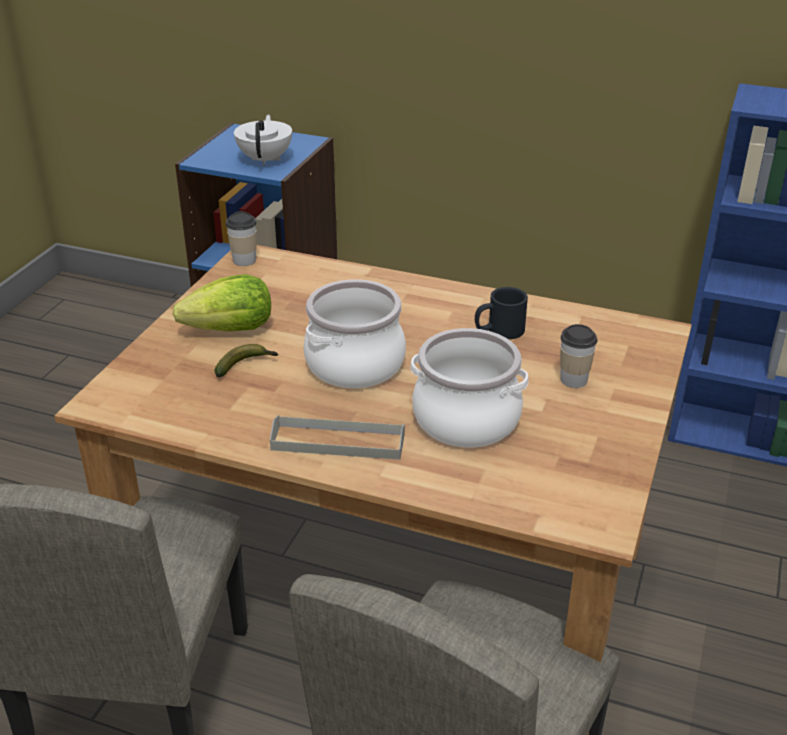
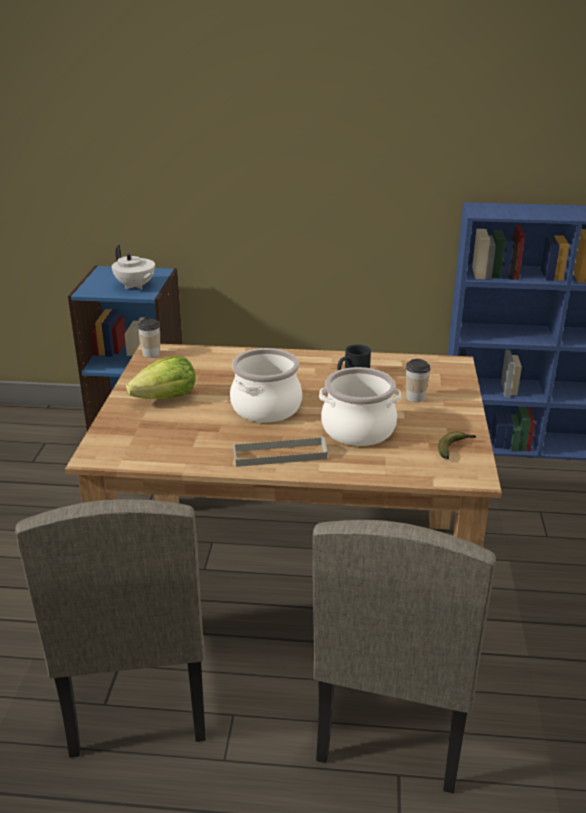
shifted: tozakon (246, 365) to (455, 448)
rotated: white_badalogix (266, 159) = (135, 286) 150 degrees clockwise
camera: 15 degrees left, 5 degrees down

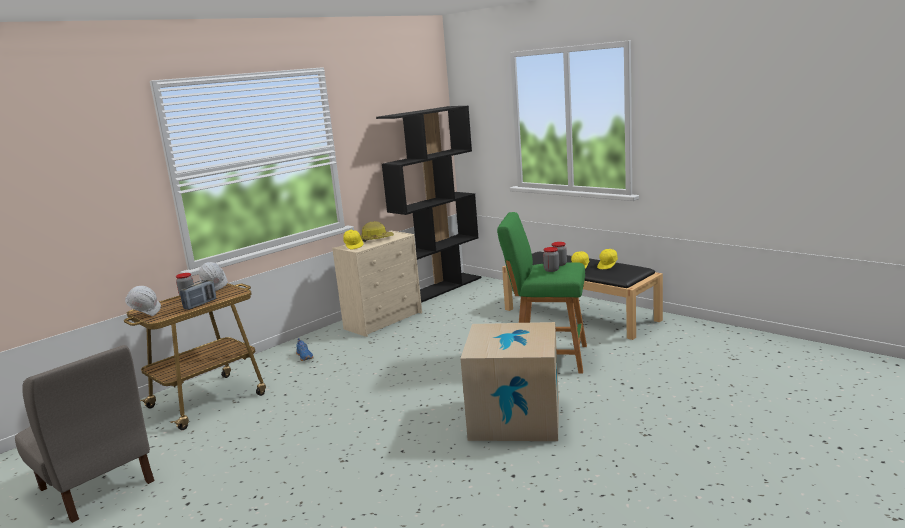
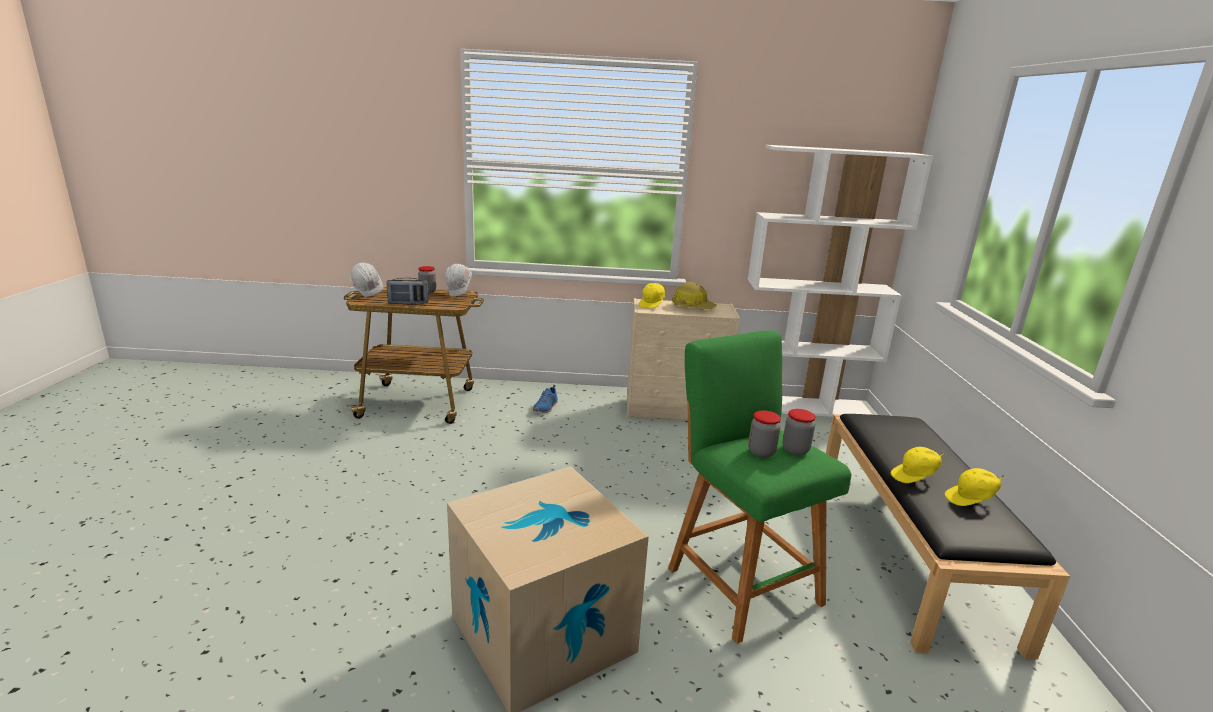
gone: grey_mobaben (96, 486)
repainted: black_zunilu (440, 288) to white_zunilu (801, 406)
camera: 45 degrees right, 5 degrees up

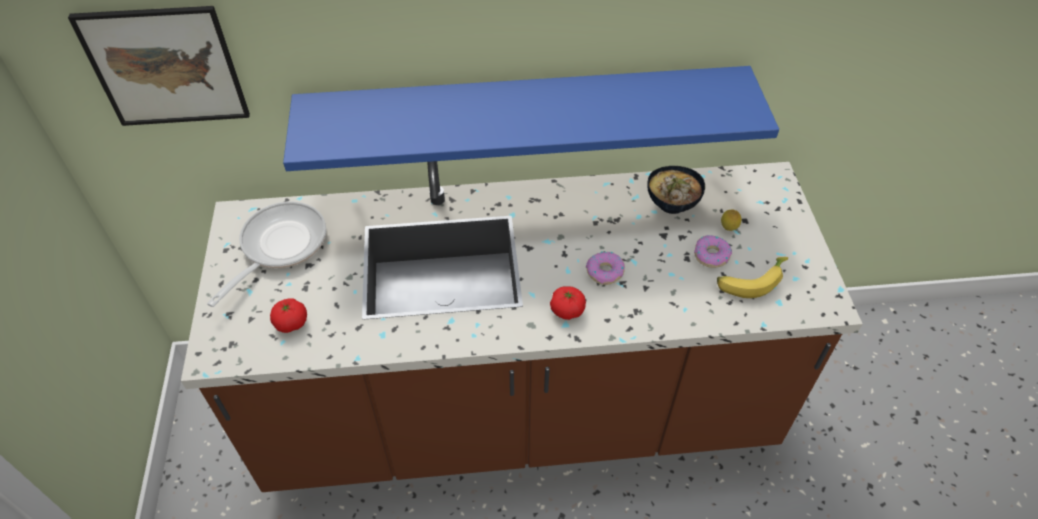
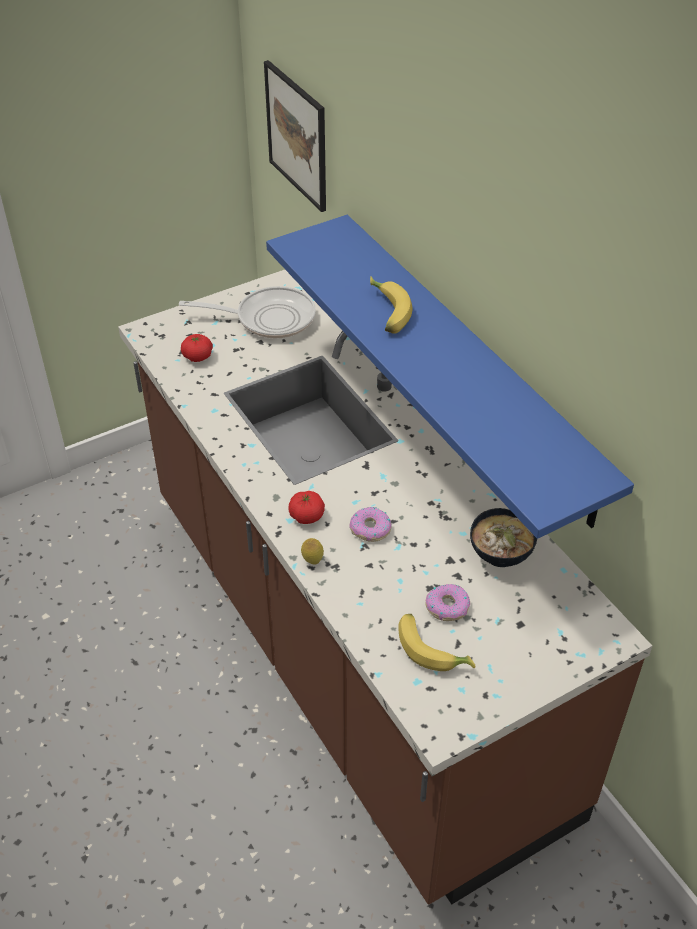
new: tozakon (386, 312)
shifted: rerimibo (728, 229) to (312, 561)
camera: 65 degrees right, 5 degrees down

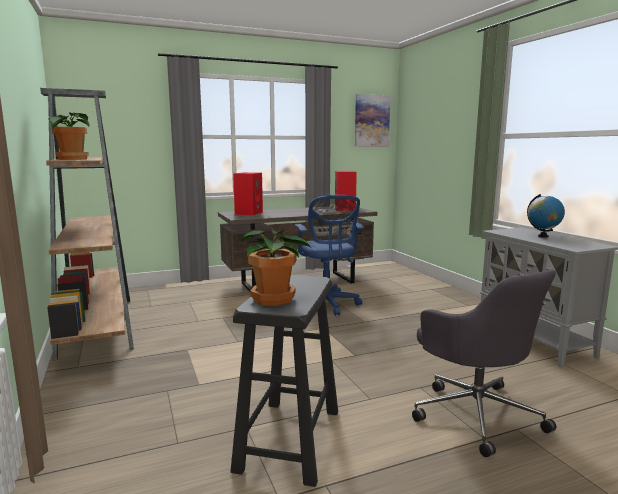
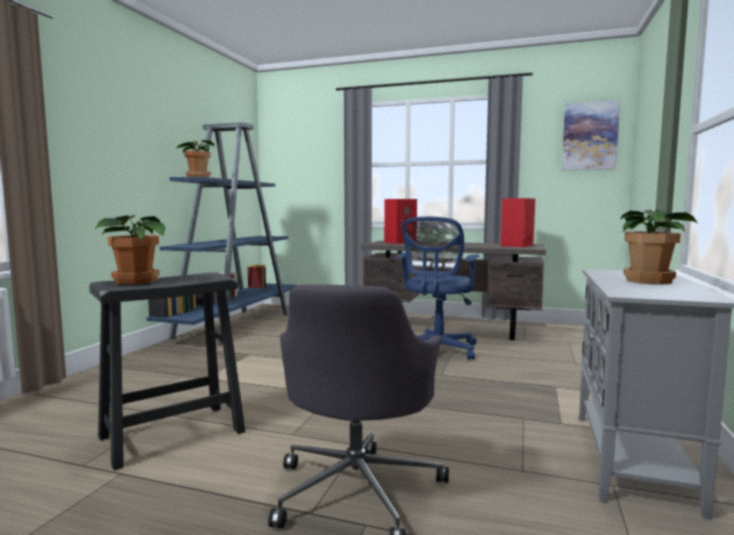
swapped: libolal (543, 236) to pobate (648, 281)
repainted: brown_zunilu (97, 324) to blue_zunilu (235, 325)
camera: 40 degrees right, 5 degrees down

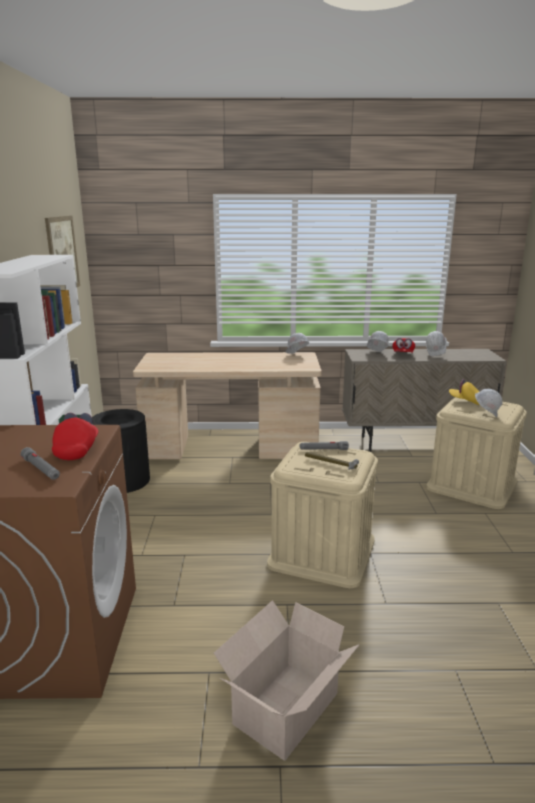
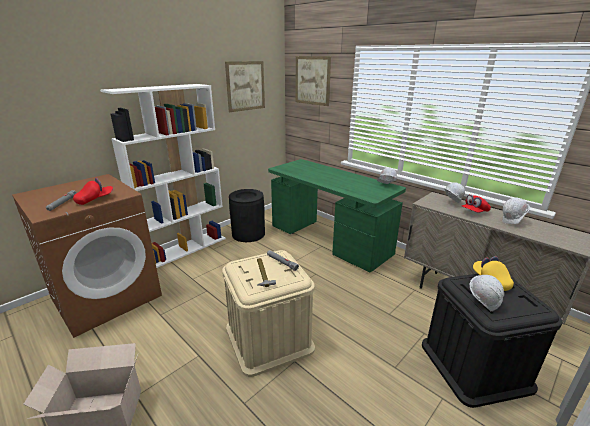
new: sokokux (312, 80)
repainted: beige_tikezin (231, 449) to green_tikezin (328, 241); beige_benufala (472, 484) to black_benufala (474, 365)
camera: 45 degrees right, 5 degrees up

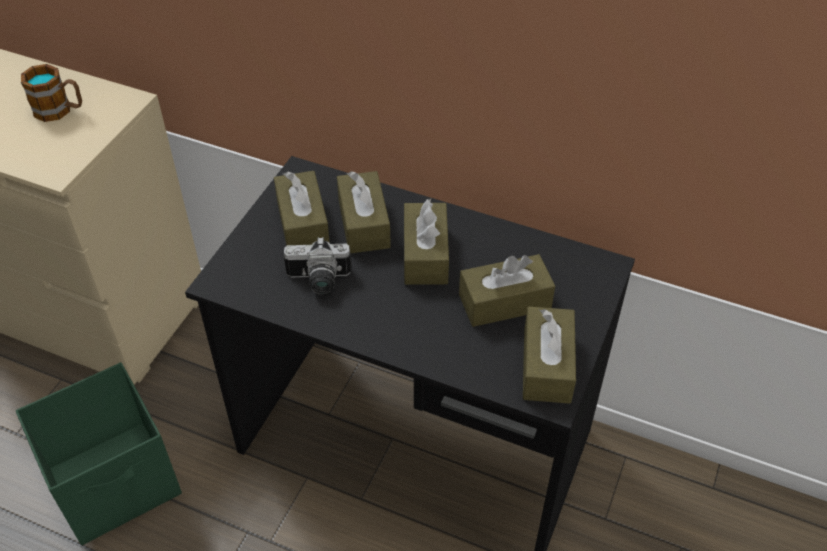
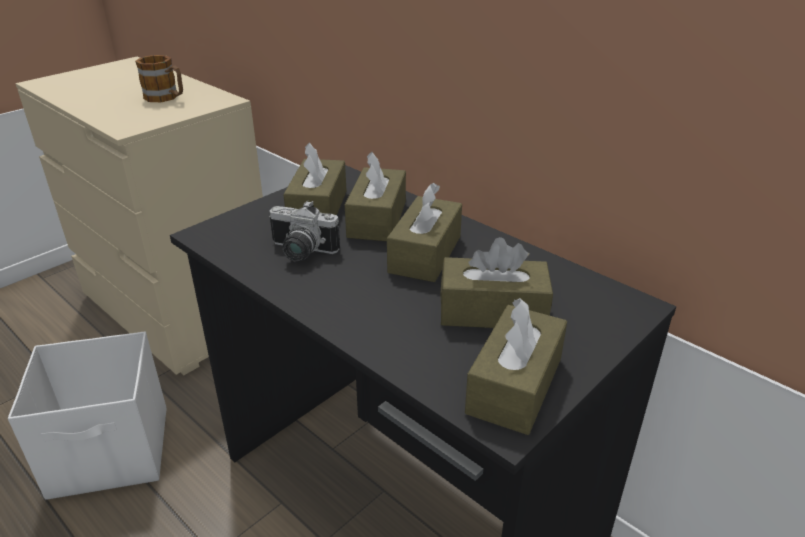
repainted: green_benufala (117, 482) to white_benufala (112, 452)
camera: 20 degrees right, 15 degrees down

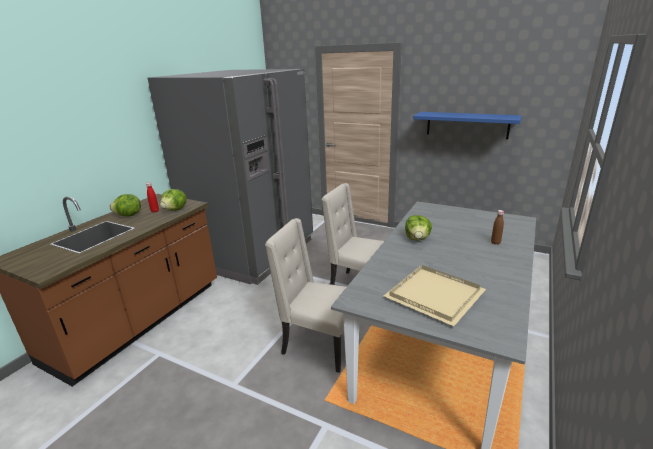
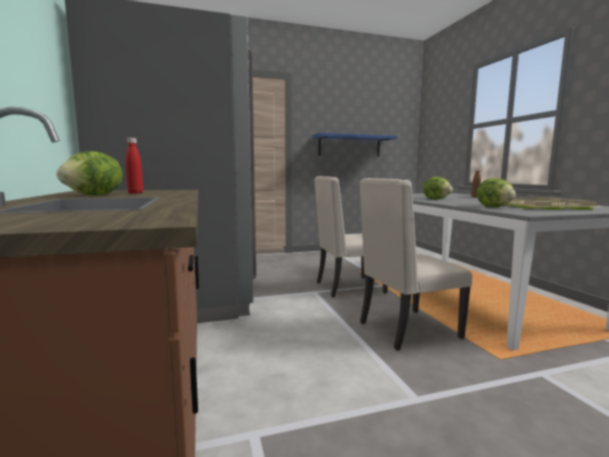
shifted: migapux (175, 210) to (495, 207)
camera: 45 degrees left, 15 degrees down

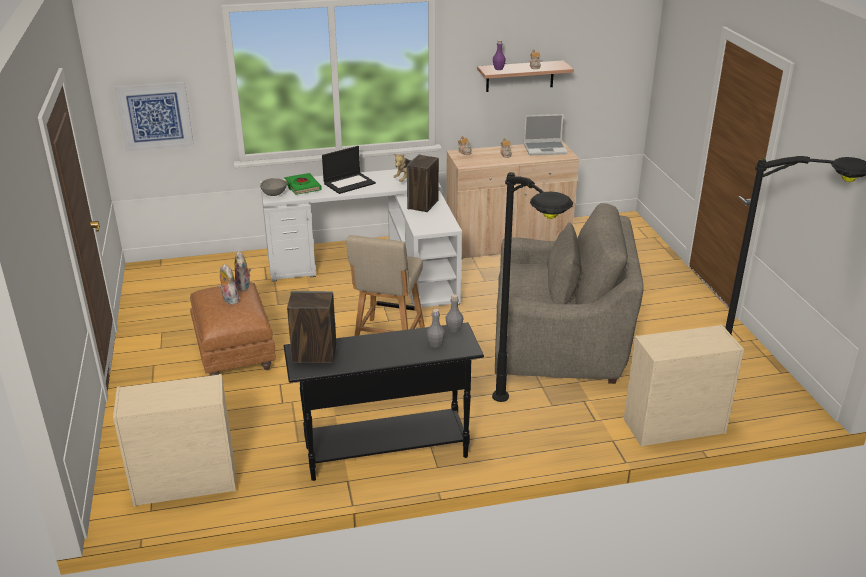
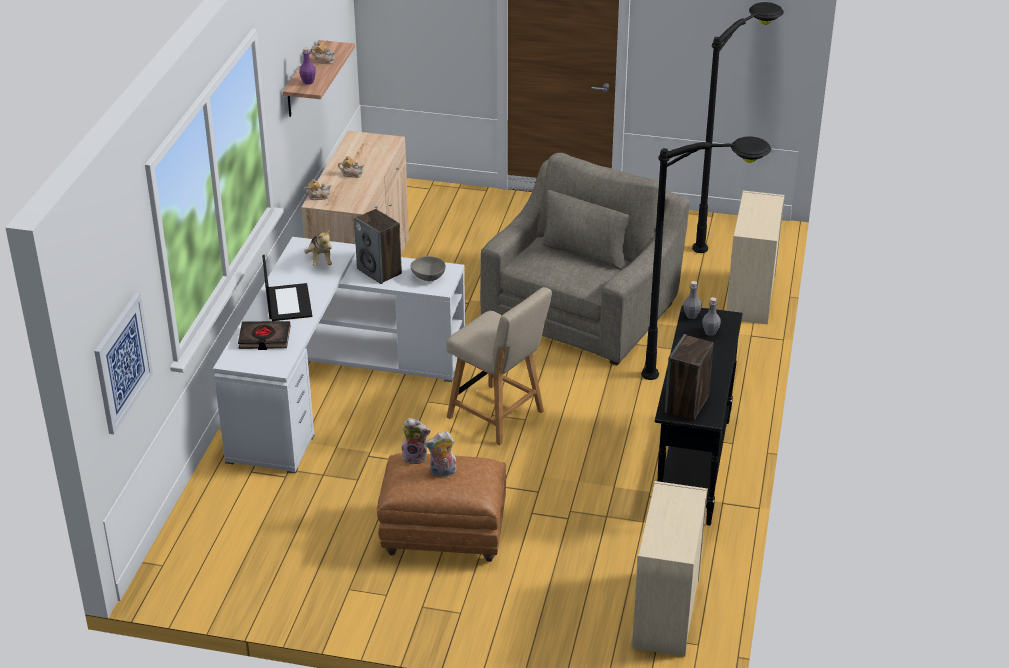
gone: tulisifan (545, 149)
shifted: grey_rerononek (274, 194) to (429, 277)
repainted: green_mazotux (302, 186) to black_mazotux (264, 338)
camera: 65 degrees left, 5 degrees up

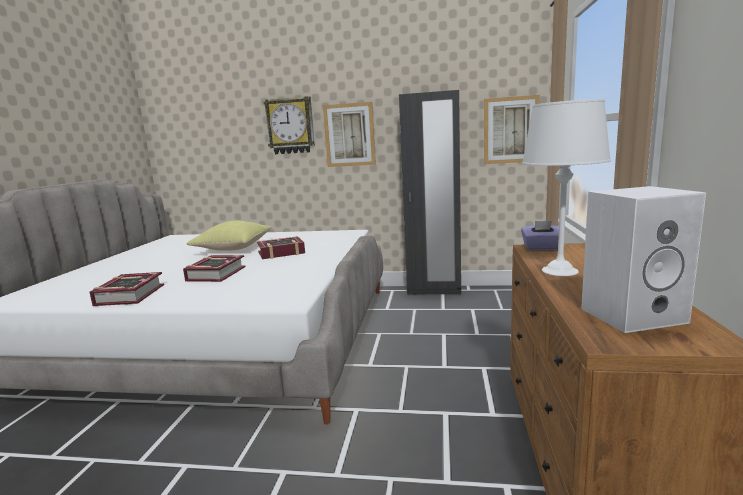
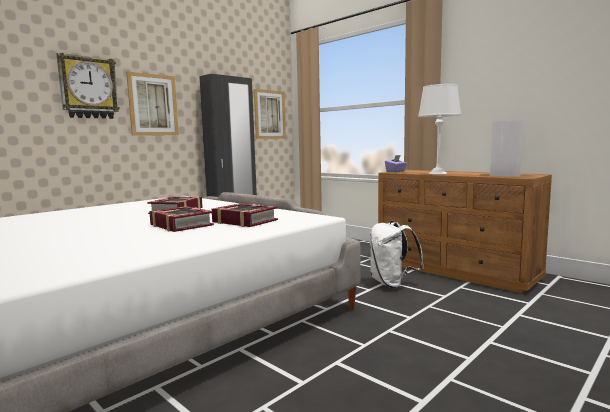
gone: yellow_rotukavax (233, 248)
new: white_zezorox (392, 284)
shifted: mazotux (129, 295) to (244, 221)
camera: 55 degrees left, 5 degrees down

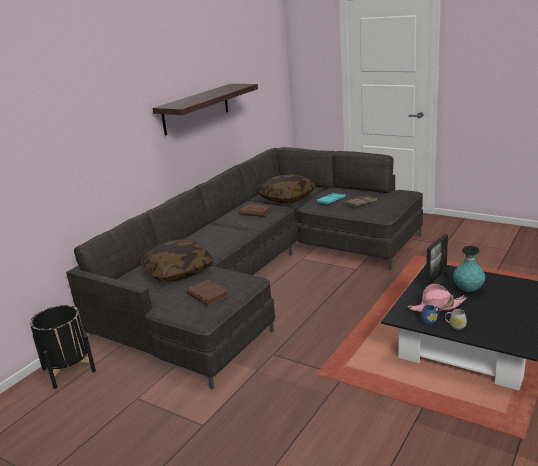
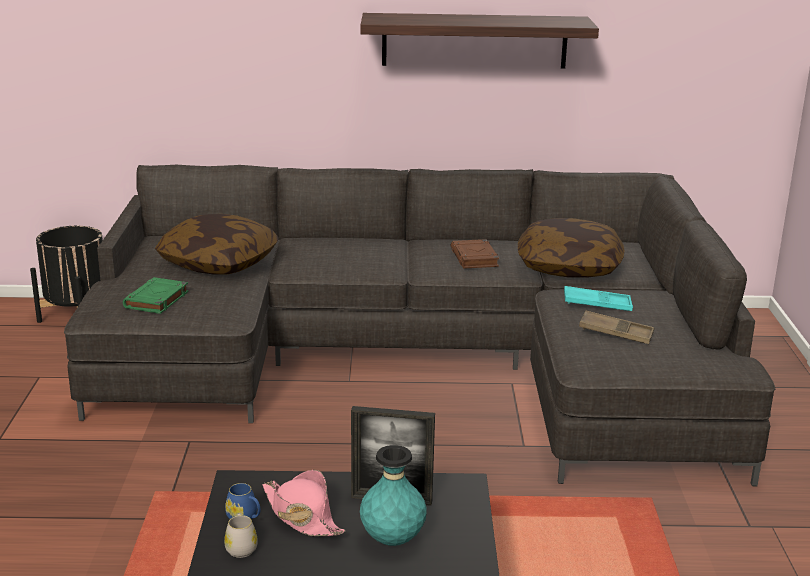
repainted: brown_mazotux (208, 295) to green_mazotux (156, 300)
camera: 55 degrees right, 0 degrees up

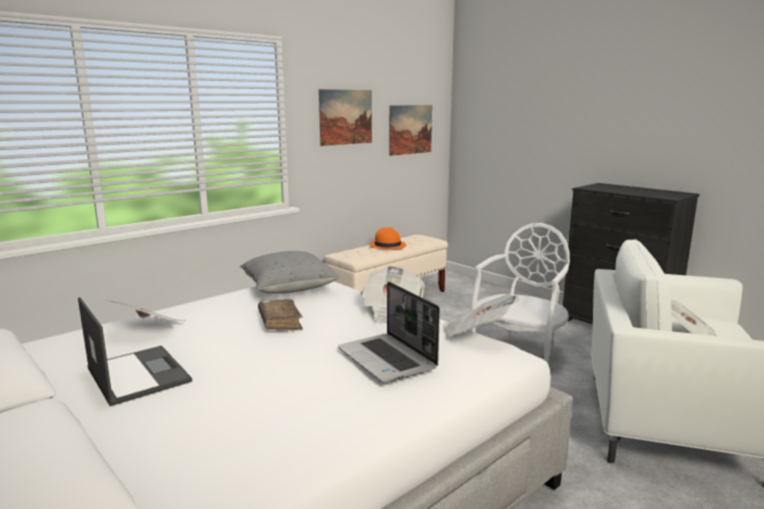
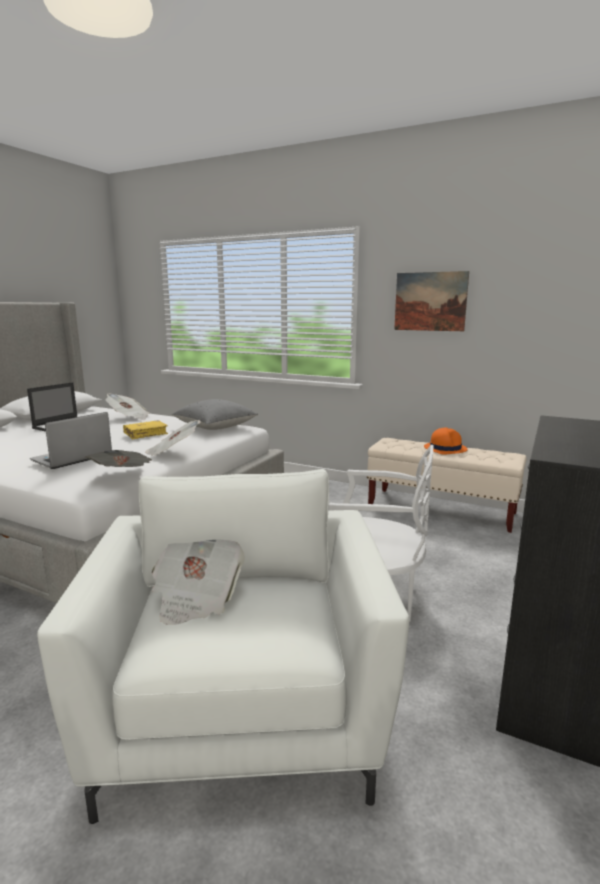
gone: sokokux (410, 129)
repainted: brown_mazotux (280, 322) to yellow_mazotux (145, 434)
camera: 70 degrees right, 0 degrees up

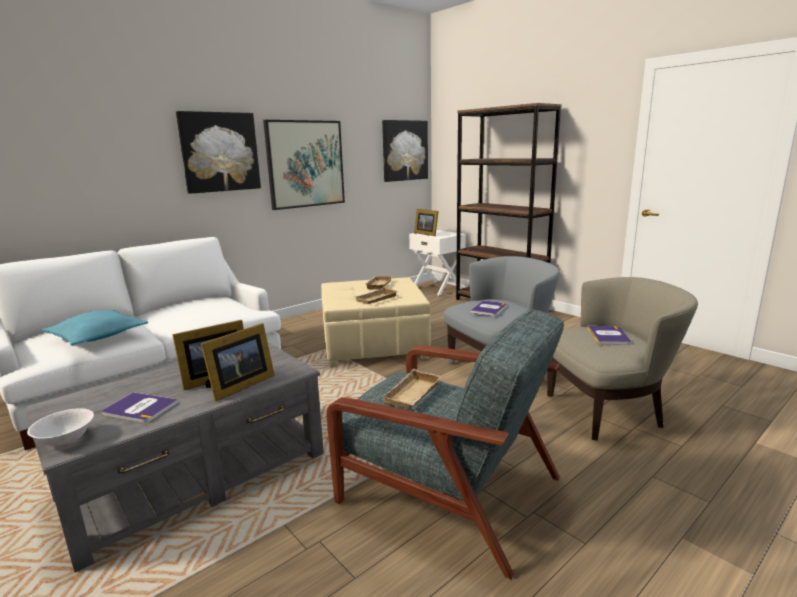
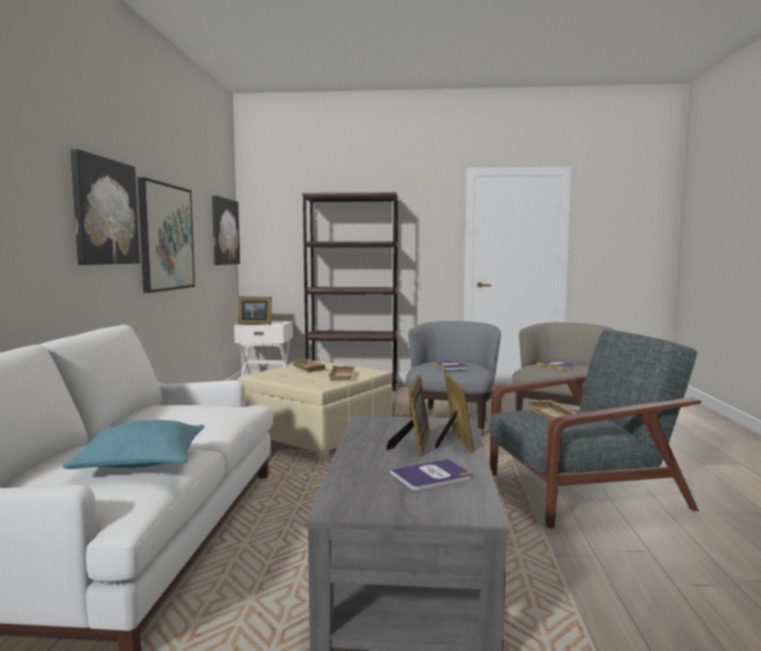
gone: white_rerononek (65, 440)
camera: 45 degrees left, 10 degrees down

